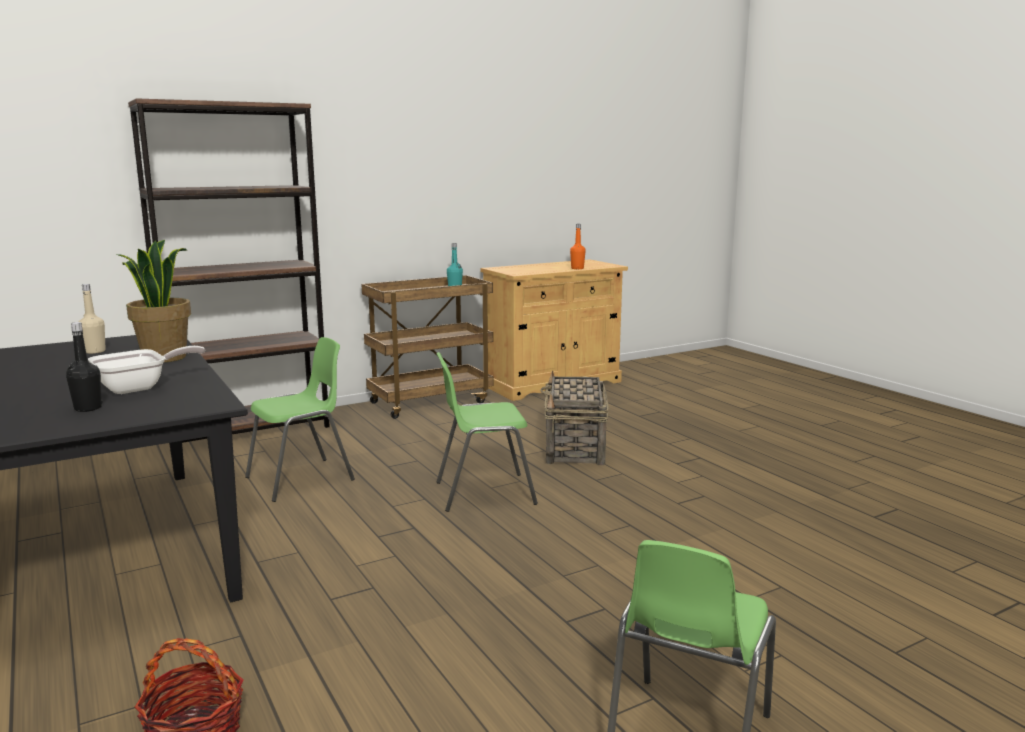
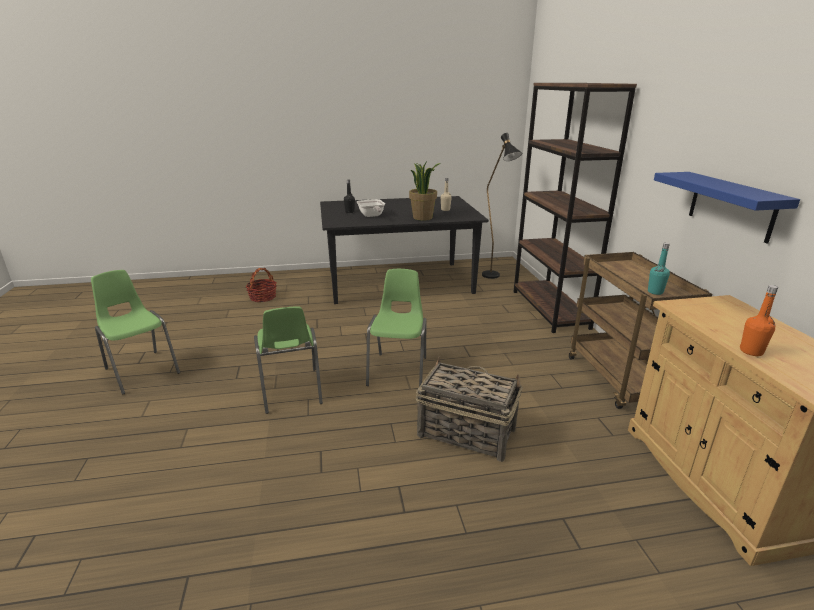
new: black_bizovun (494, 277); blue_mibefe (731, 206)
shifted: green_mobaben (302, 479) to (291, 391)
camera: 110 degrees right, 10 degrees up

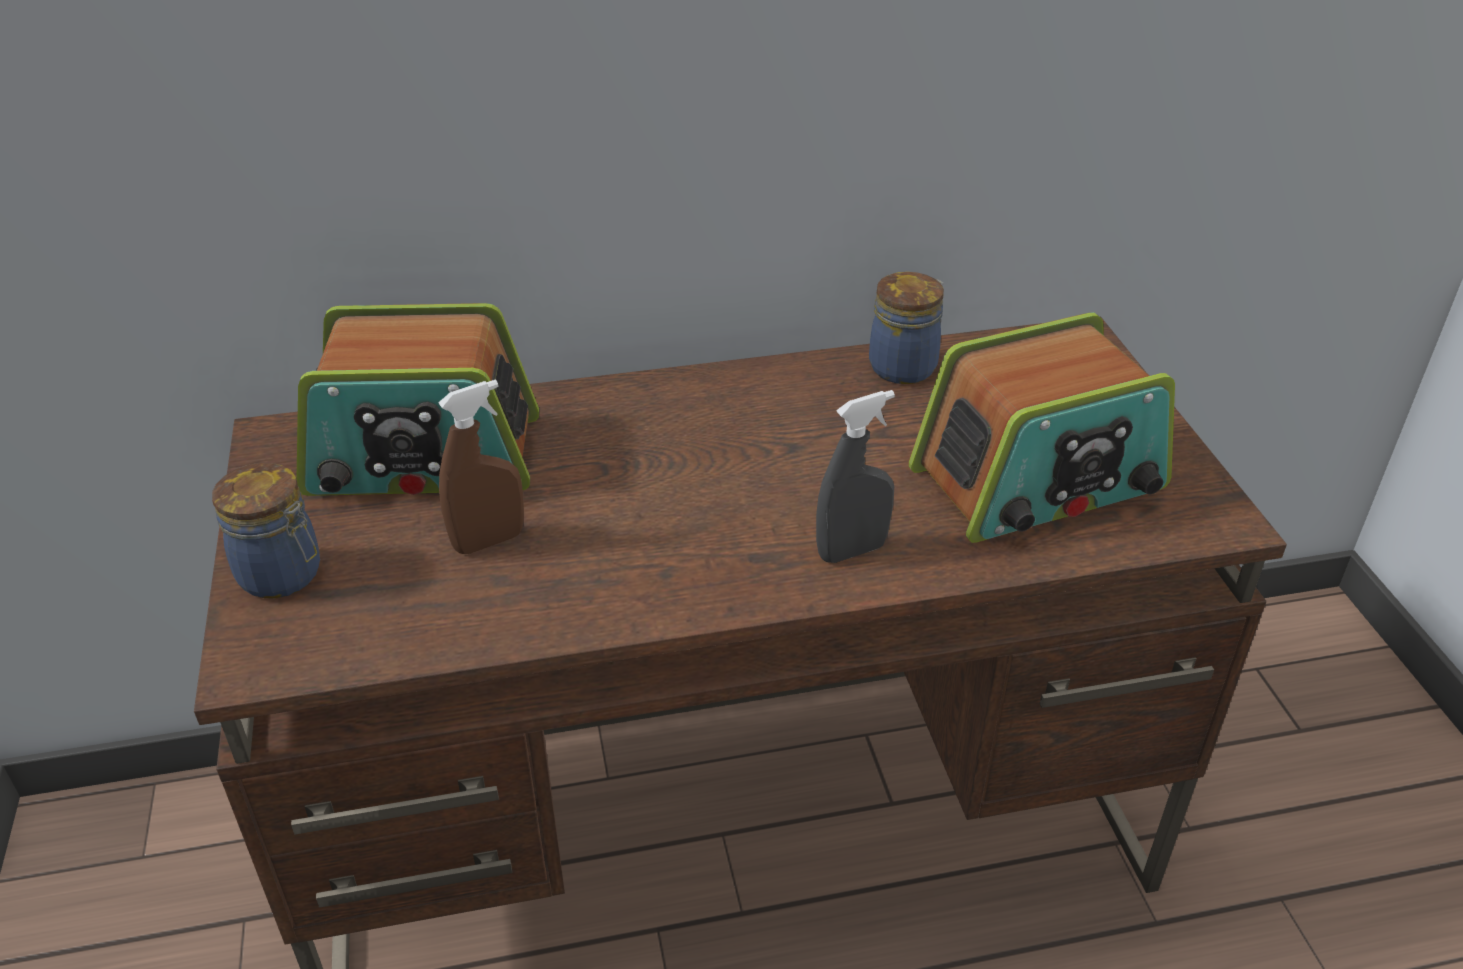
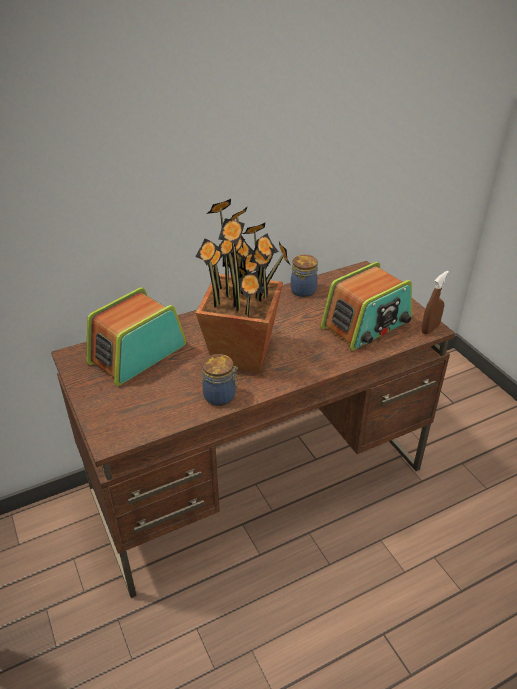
gone: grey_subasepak (852, 551)
new: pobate (243, 354)
shifted: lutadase (283, 575) to (221, 396); brown_subasepak (489, 541) to (430, 329)
rotated: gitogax (424, 457) = (137, 354) 150 degrees clockwise
camera: 15 degrees left, 0 degrees up

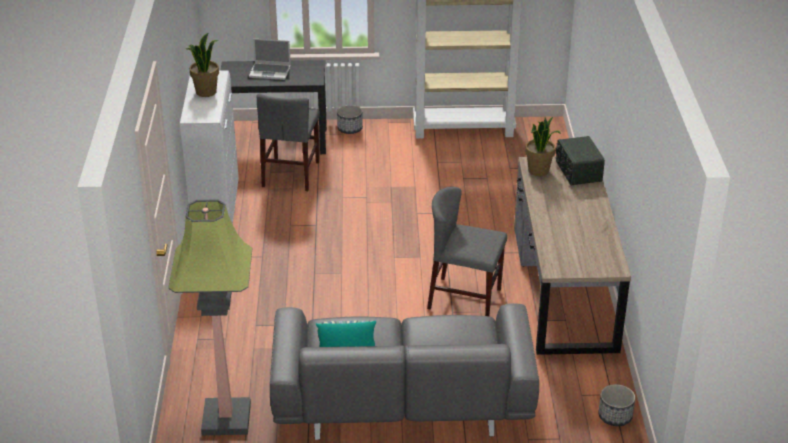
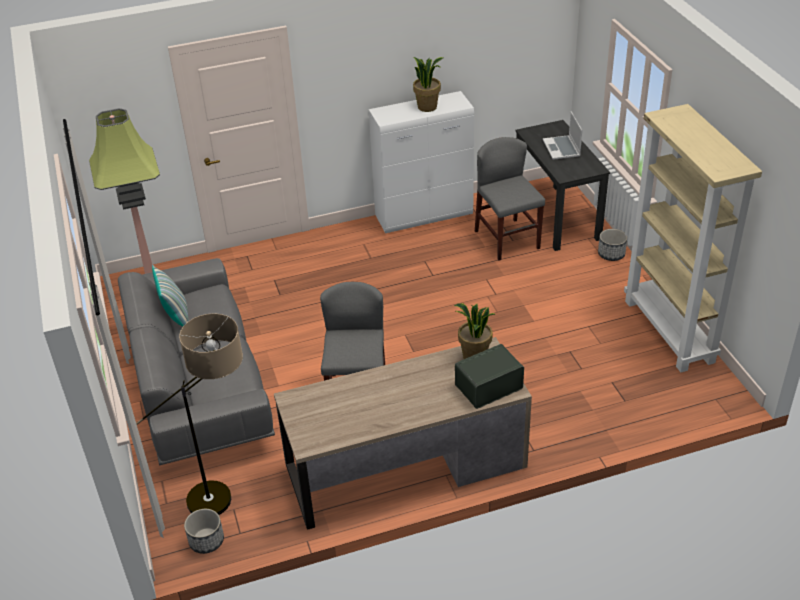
new: bizovun (227, 499)
rotated: grey_mobaben (291, 174) = (507, 239) 75 degrees clockwise
camera: 75 degrees right, 5 degrees up

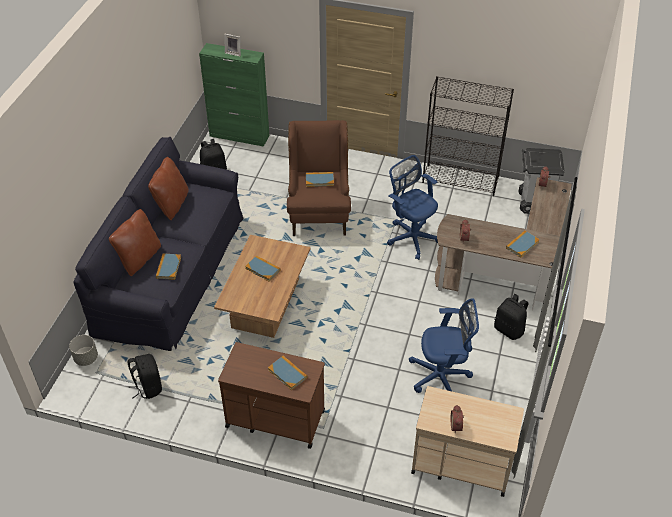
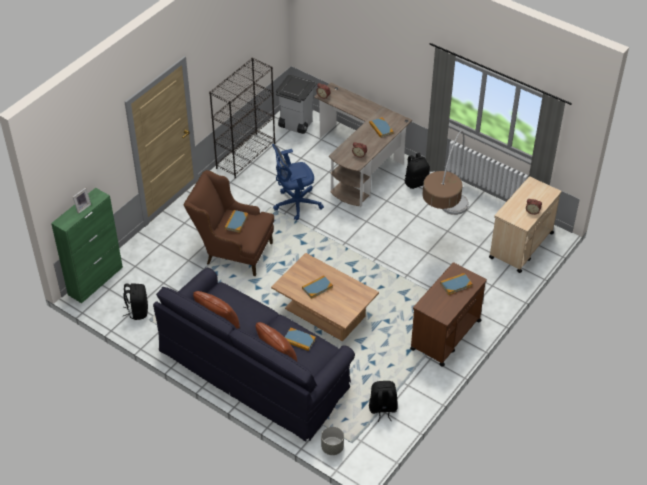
swapped: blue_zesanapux (442, 376) to bizovun (443, 231)
camera: 70 degrees left, 0 degrees up

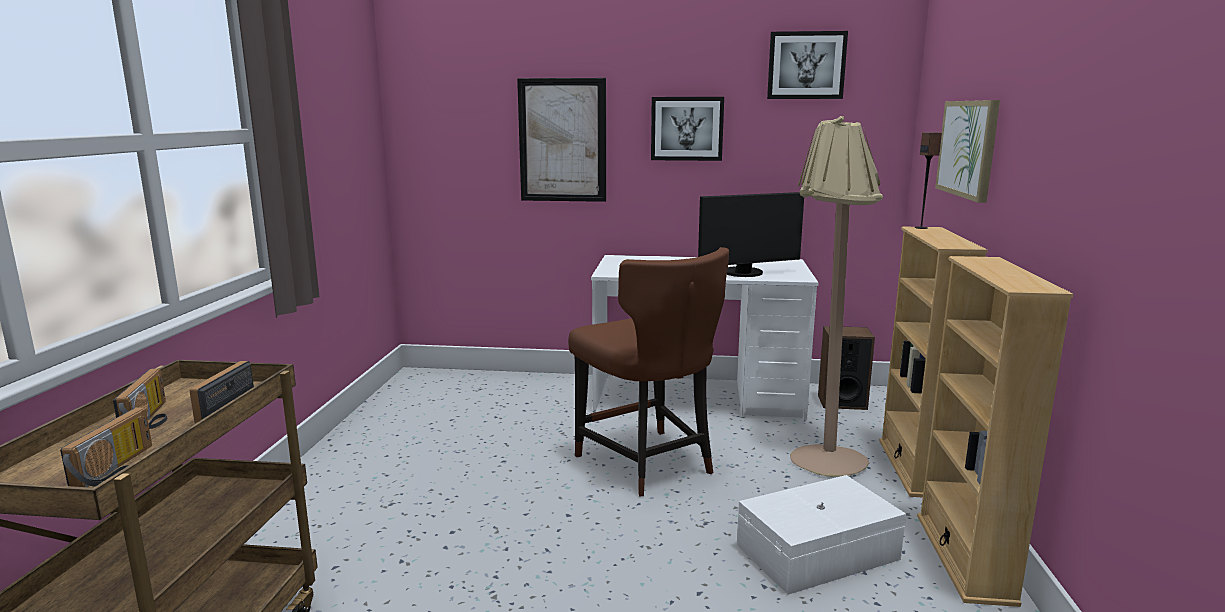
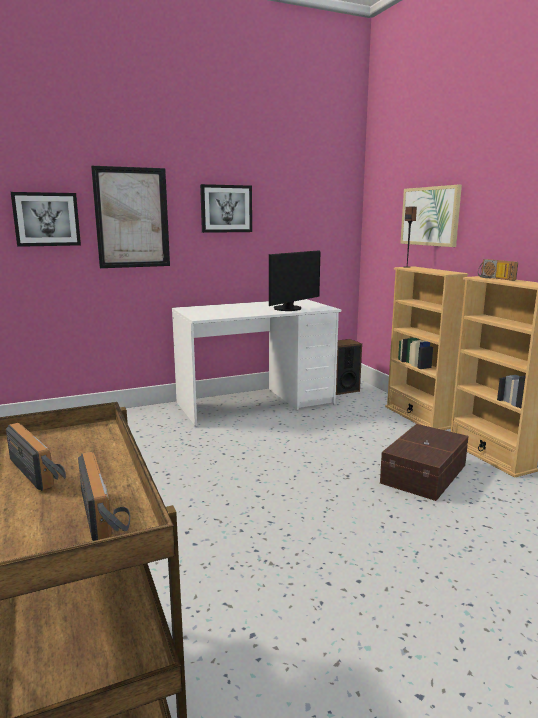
gone: brown_mobaben (647, 464); beige_bizovun (822, 453)
shifted: gitogax (220, 407) to (494, 278); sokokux (806, 65) to (46, 219)
repainted: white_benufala (820, 553) to brown_benufala (425, 474)
camera: 30 degrees left, 0 degrees up

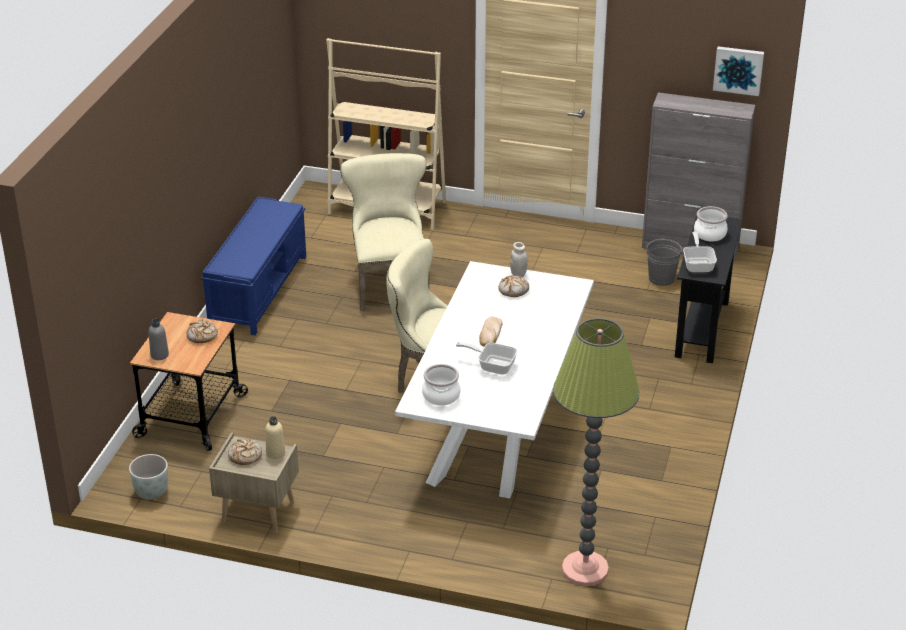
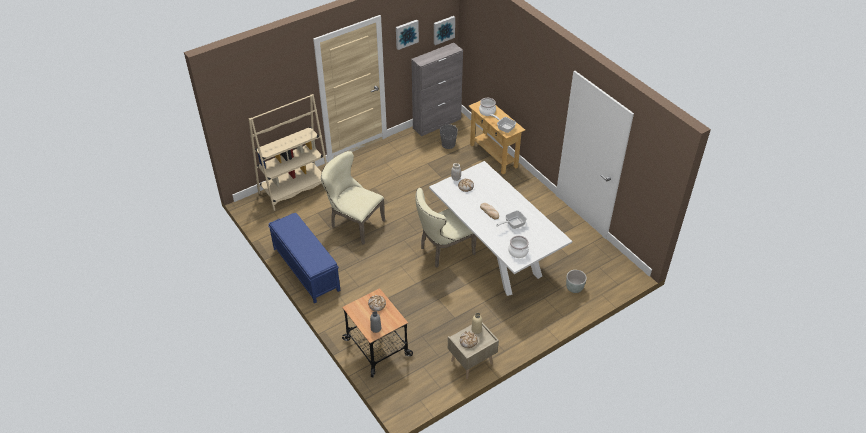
gone: bizovun (585, 569)
new: sokokux (406, 34)
shifted: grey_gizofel (151, 492) to (574, 288)
repainted: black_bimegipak (702, 329) to beige_bimegipak (493, 155)
camera: 50 degrees left, 10 degrees up

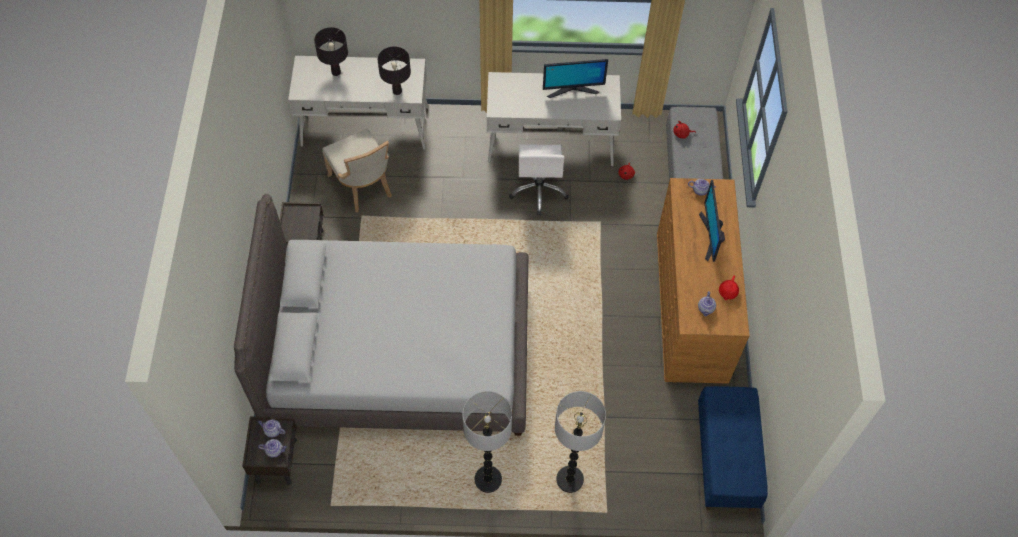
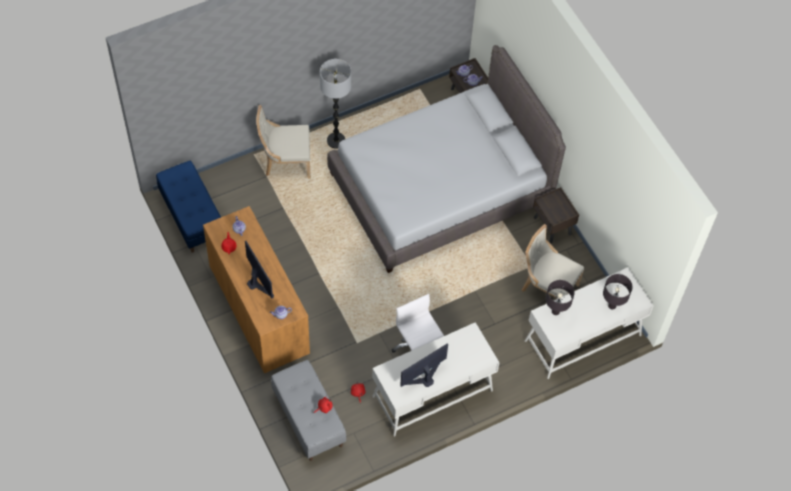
swapped: bizovun (570, 480) to beige_mobaben (285, 162)
camera: 150 degrees right, 0 degrees up

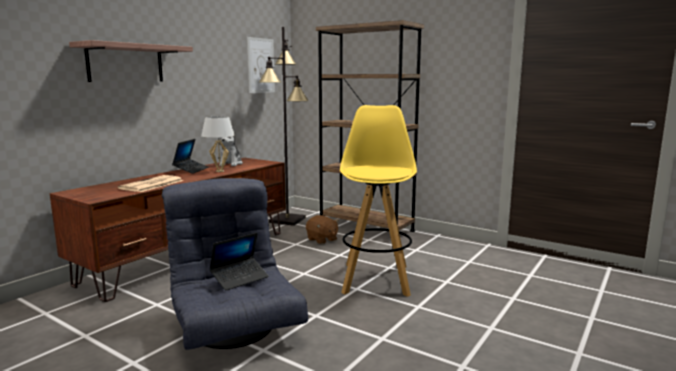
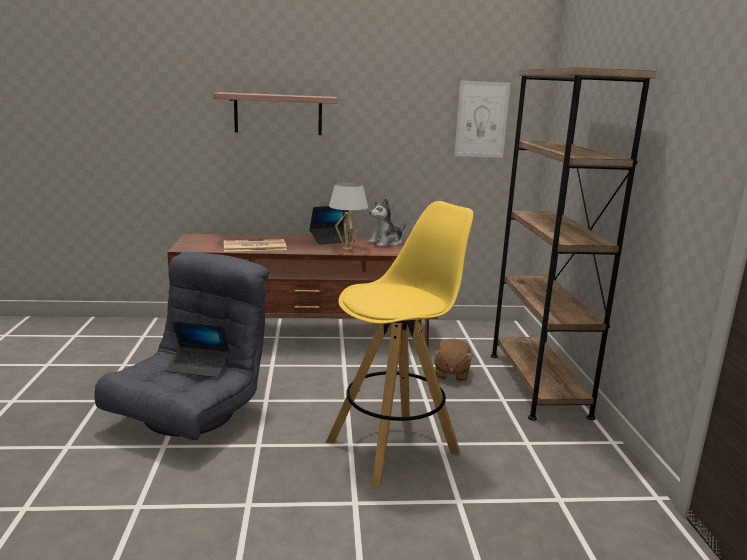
gone: black_bizovun (288, 220)
camera: 50 degrees right, 5 degrees up

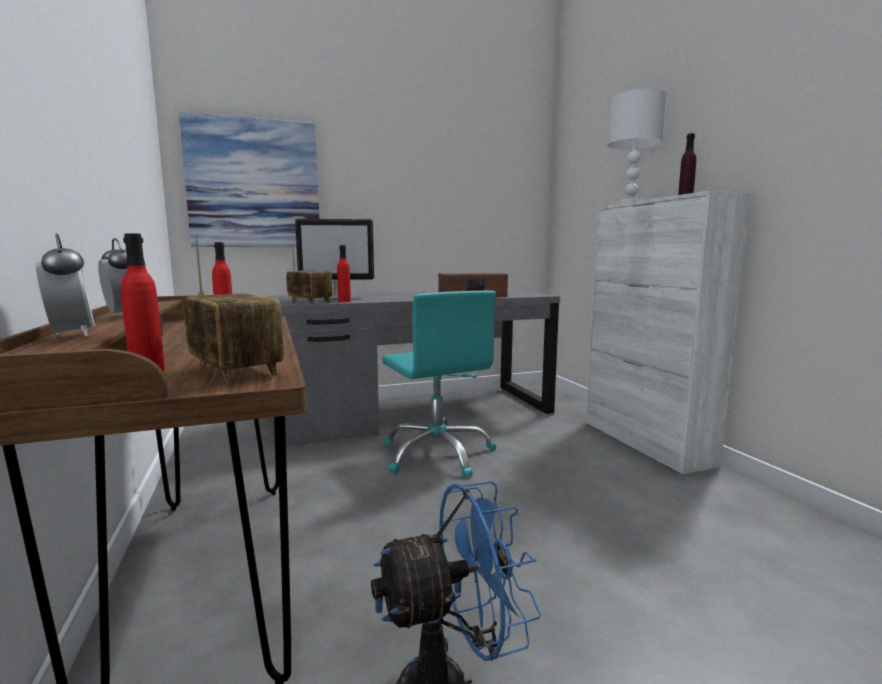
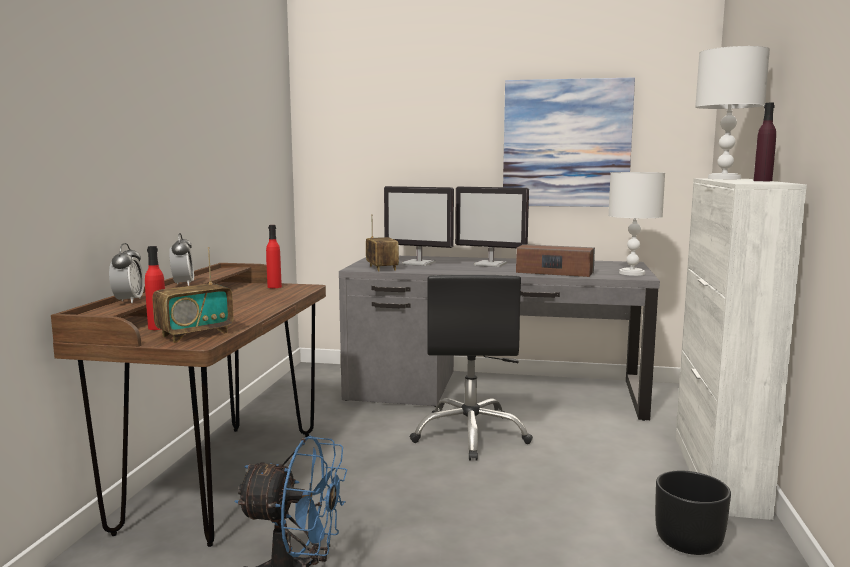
gone: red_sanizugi (344, 301)
new: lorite (491, 264); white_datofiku (632, 273); black_gizofel (689, 542)
shifted: sokokux (254, 184) to (566, 143)
repainted: turquoise_zesanapux (437, 454) to black_zesanapux (471, 435)
rotated: gitogax (235, 371) = (195, 334) 60 degrees clockwise
camera: 30 degrees right, 0 degrees up

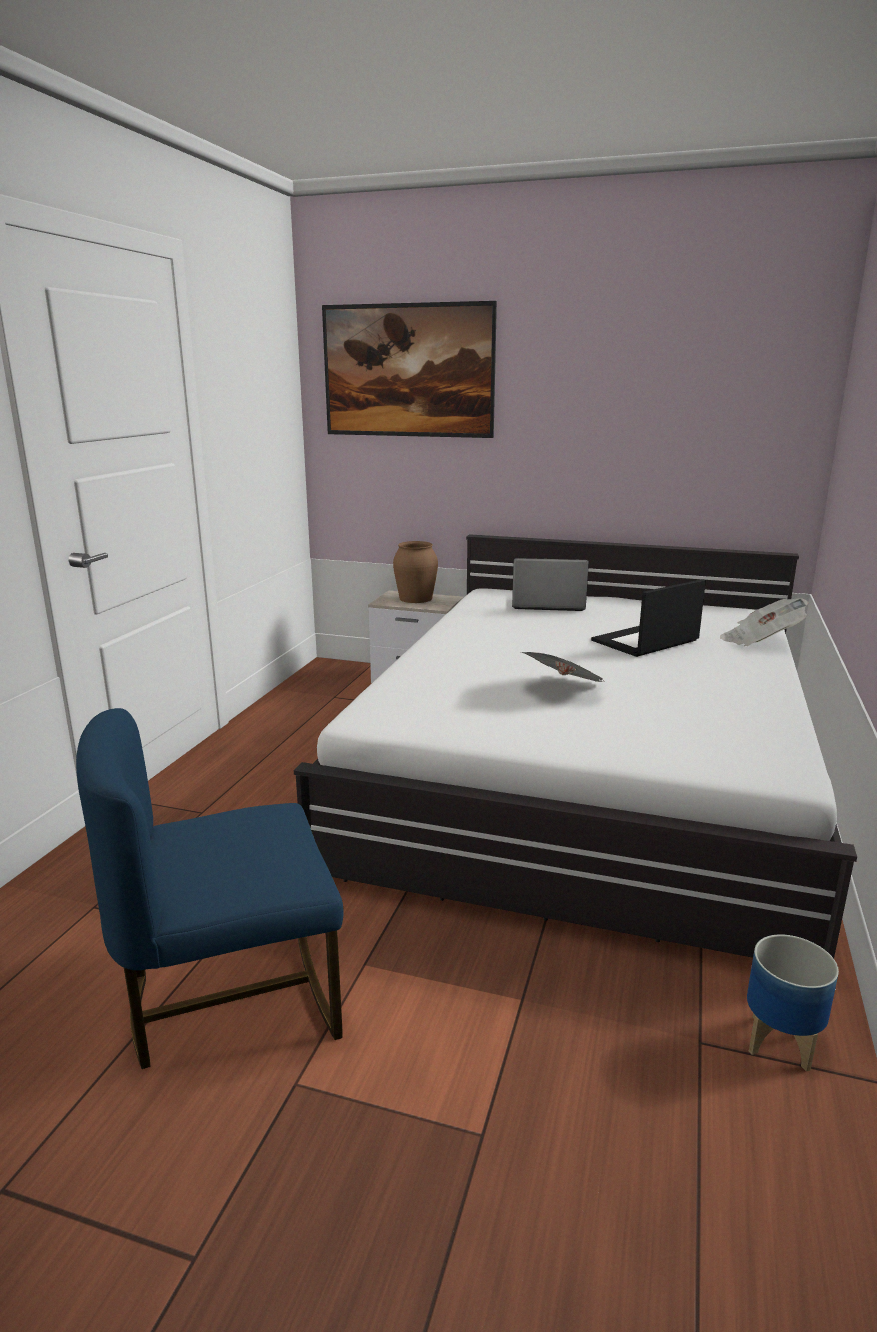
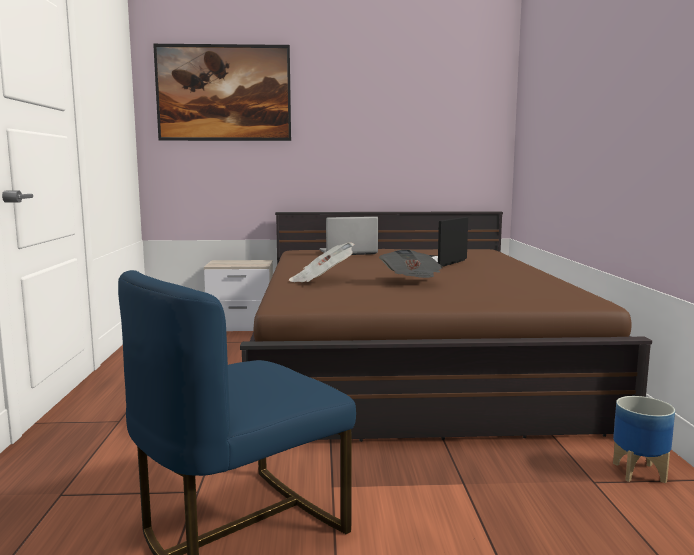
gone: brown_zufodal (415, 598)
shifted: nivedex (760, 641) to (321, 280)
repainted: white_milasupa (587, 777) to brown_milasupa (408, 364)
camera: 20 degrees left, 10 degrees down

